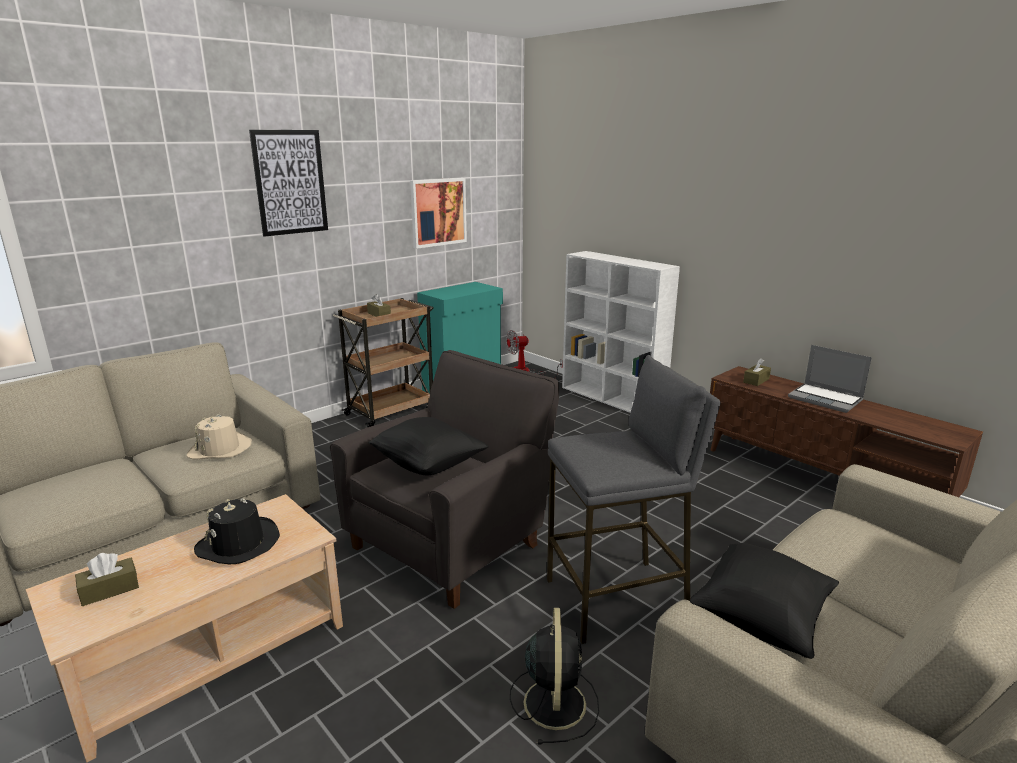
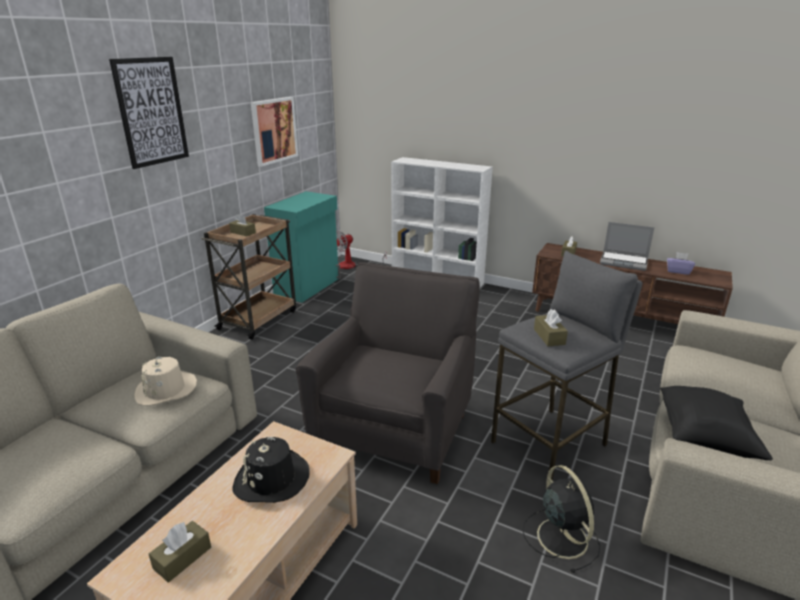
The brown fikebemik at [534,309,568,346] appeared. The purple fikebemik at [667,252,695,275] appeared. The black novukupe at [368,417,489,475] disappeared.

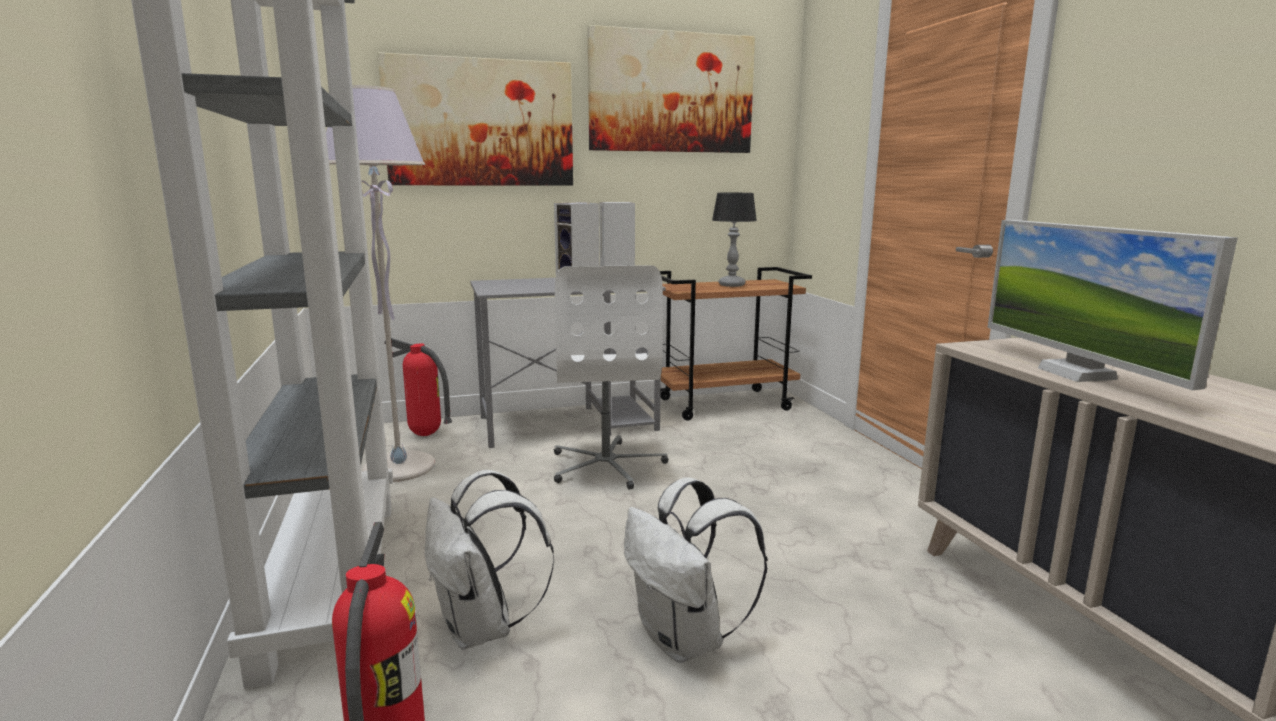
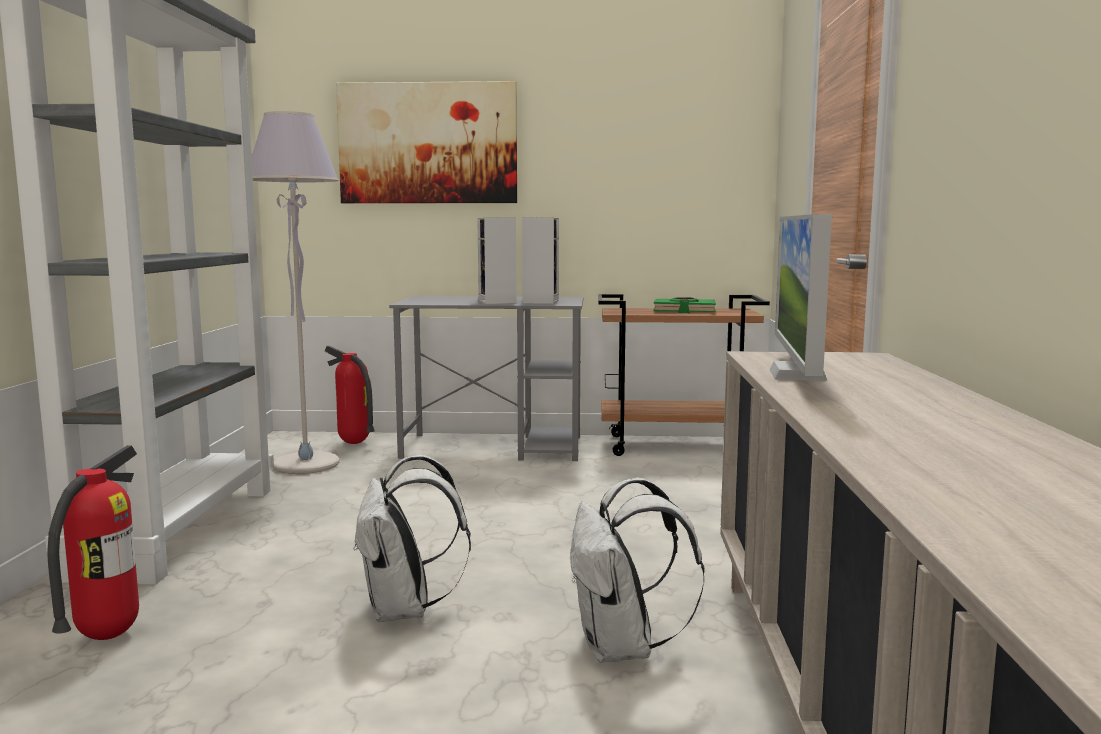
The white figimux moved from [425,470,554,650] to [570,478,704,663]. The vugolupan at [712,193,757,287] was replaced by the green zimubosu at [654,297,716,313]. The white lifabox at [554,265,668,490] disappeared. The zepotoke at [587,25,755,153] disappeared.

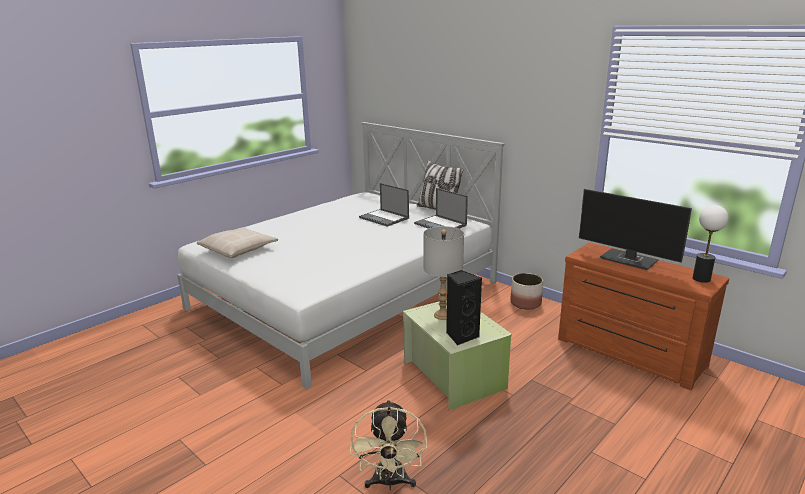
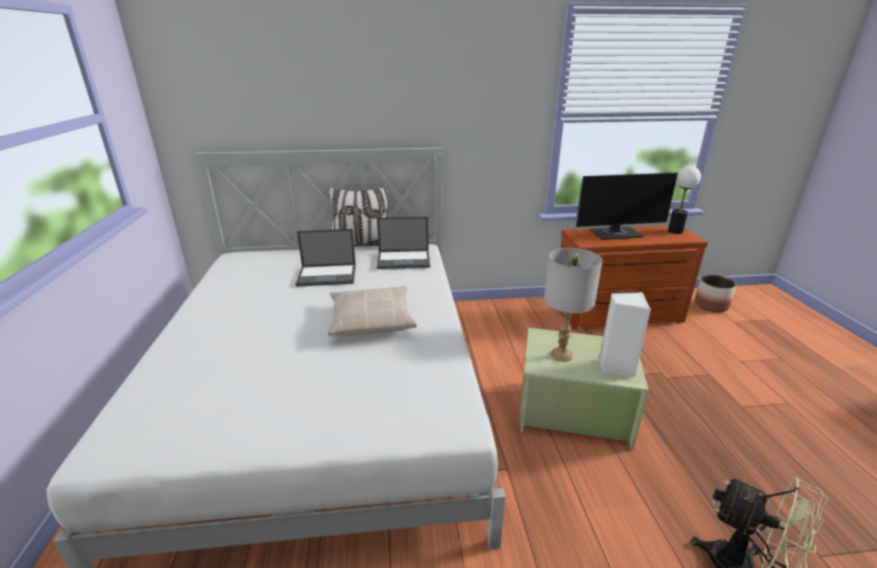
The beige novukupe moved from [197,227,278,258] to [328,286,417,336]. The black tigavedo at [446,270,482,345] became the white tigavedo at [599,292,651,378]. The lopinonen moved from [510,273,543,309] to [695,275,736,312].

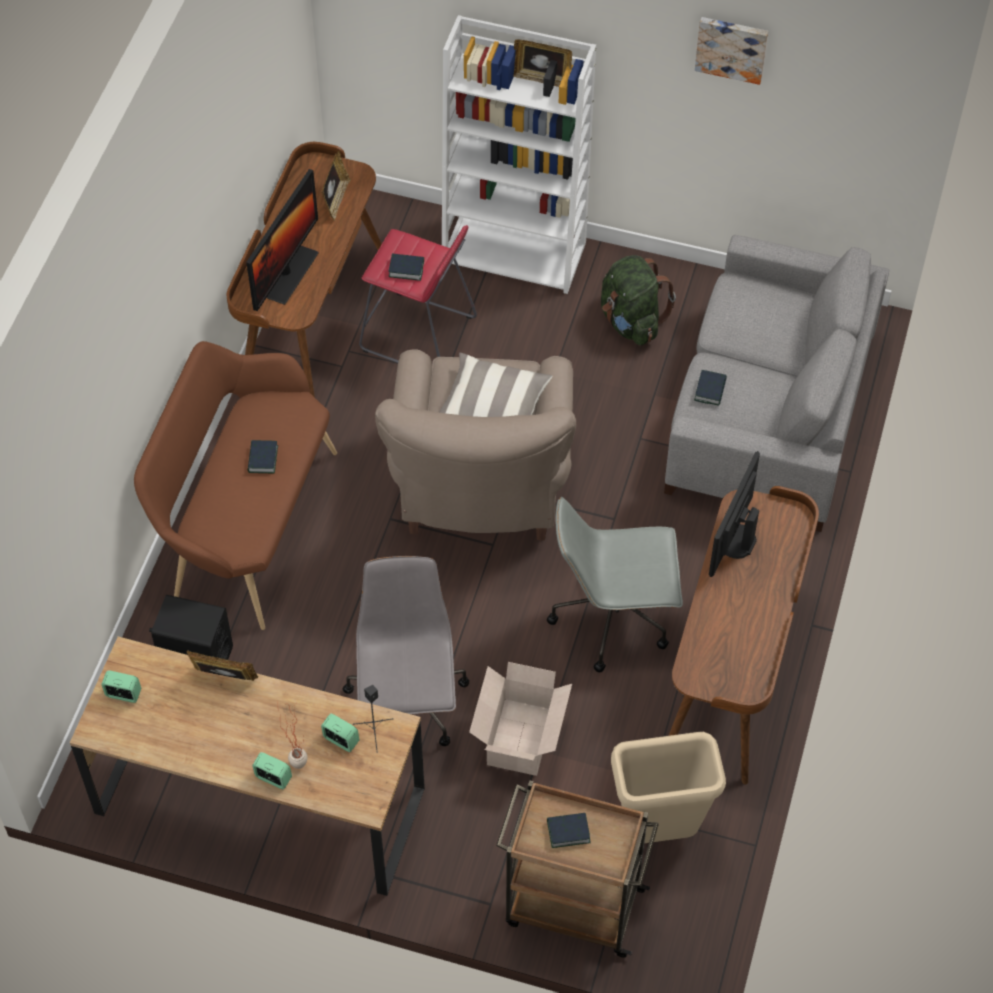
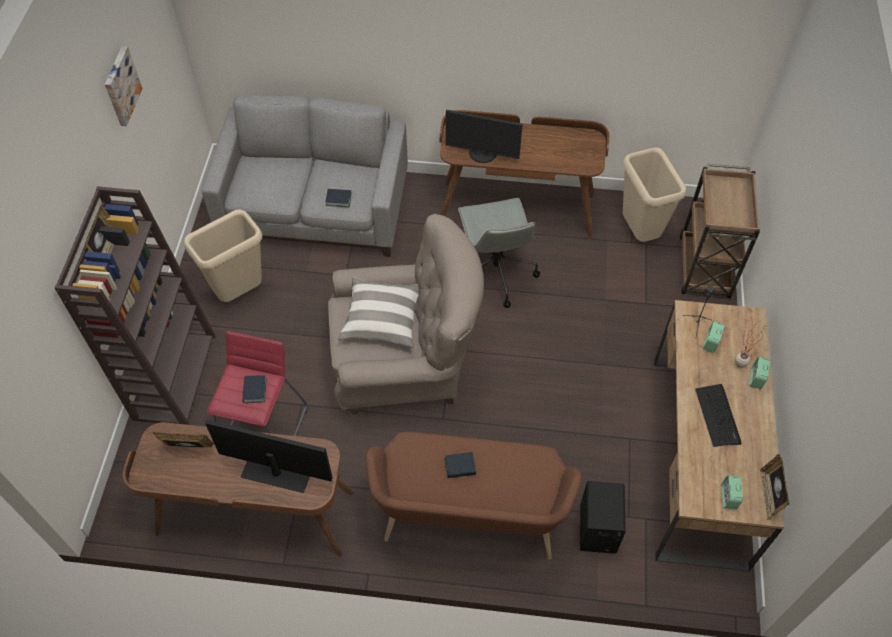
The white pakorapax at [442,15,596,294] became the brown pakorapax at [55,186,216,425]. The green figimux at [601,255,676,345] was replaced by the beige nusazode at [183,209,262,302]. The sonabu at [695,384,741,447] appeared. The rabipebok moved from [187,650,258,681] to [760,454,790,520]. The grey lifabox at [342,556,470,746] disappeared. The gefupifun at [469,662,572,776] disappeared. The zimubosu at [547,813,591,848] disappeared.

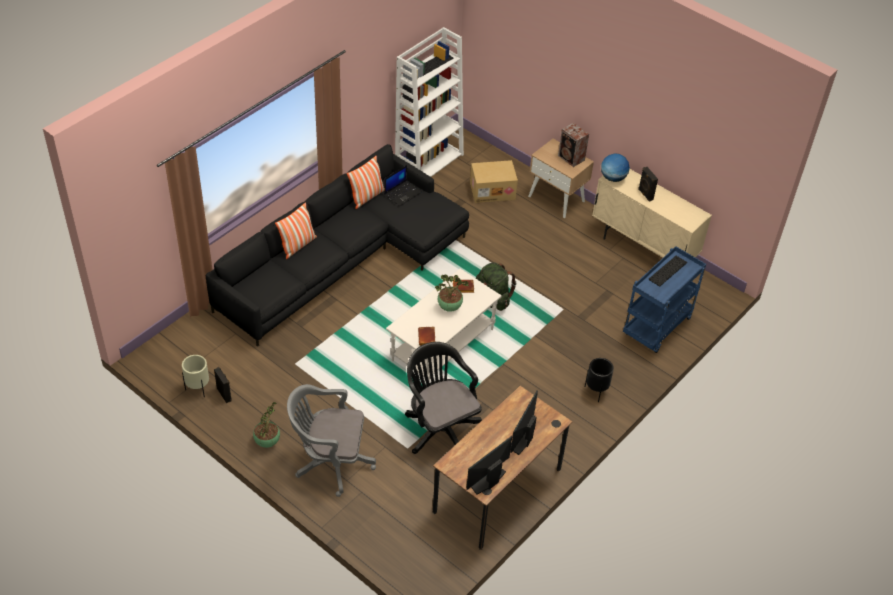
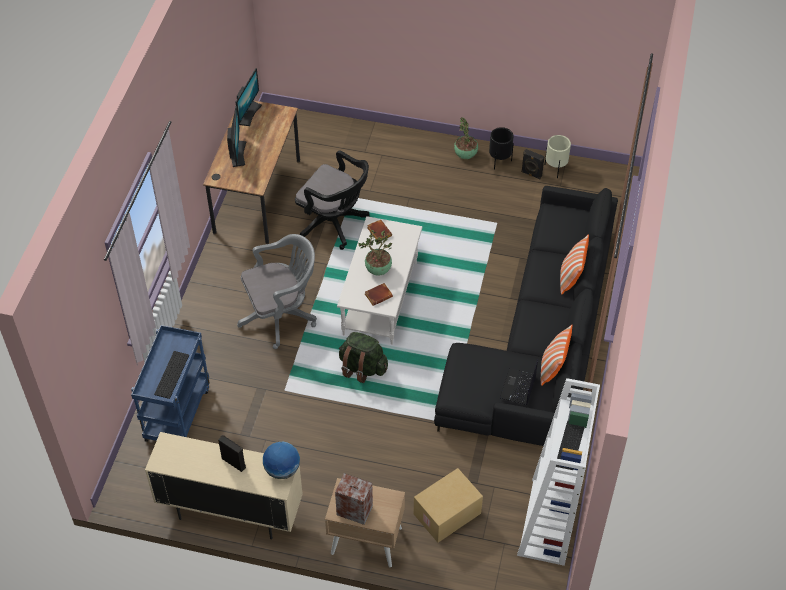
The grey lifabox moved from [287,384,376,497] to [237,234,317,349]. The black lopinonen moved from [585,358,614,402] to [489,127,514,170].

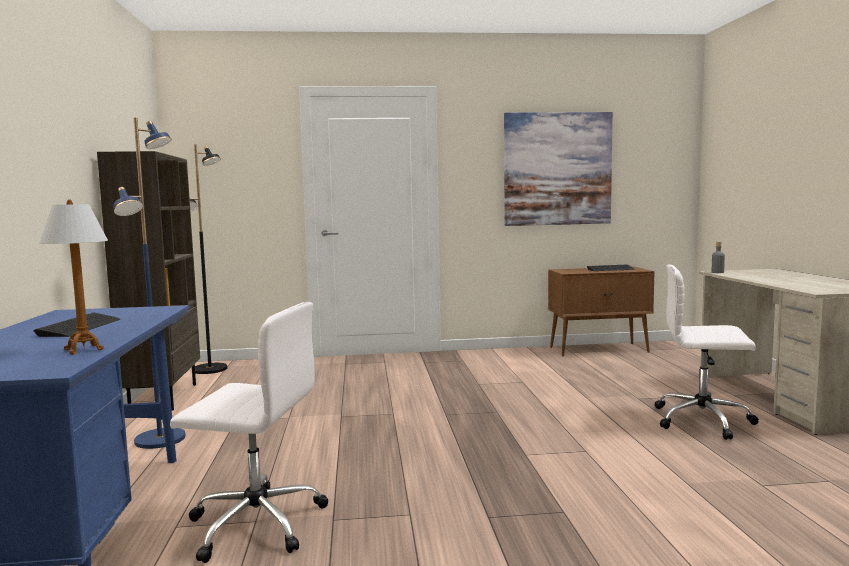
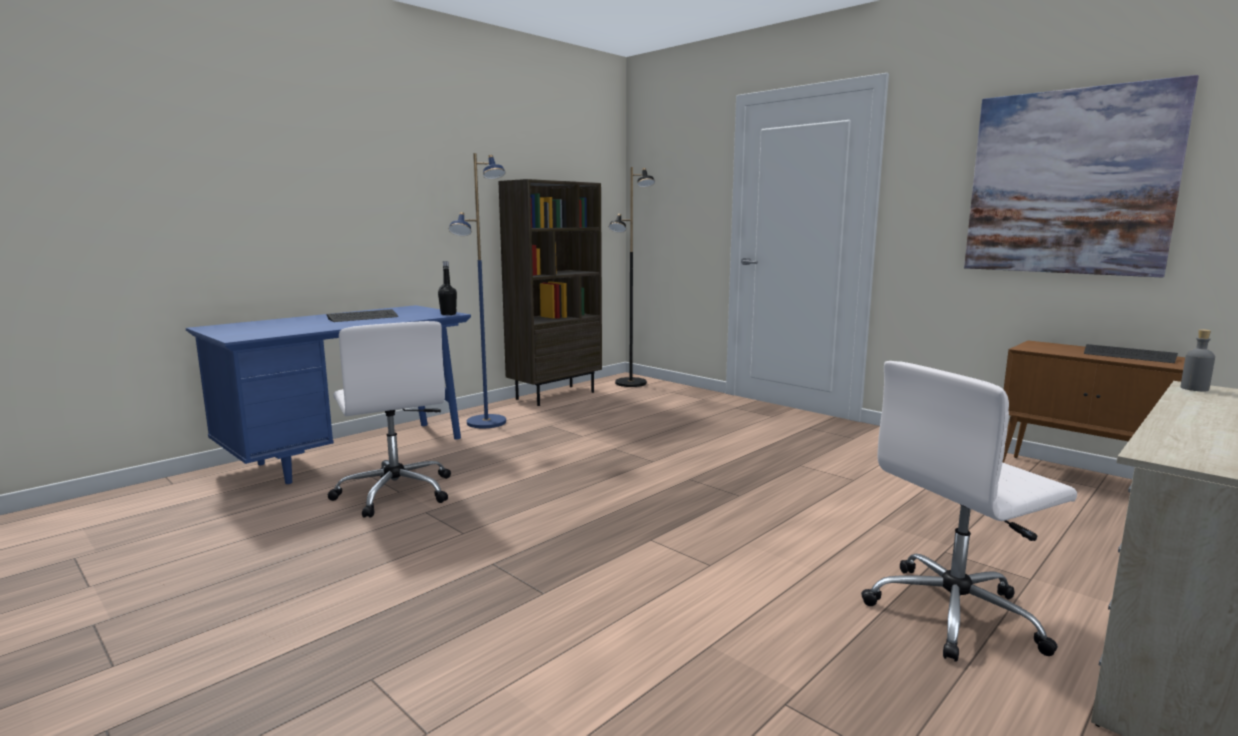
The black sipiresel at [438,261,457,315] appeared. The white lifabox at [655,264,759,440] turned 90 degrees counterclockwise. The vugolupan at [39,199,108,355] disappeared.

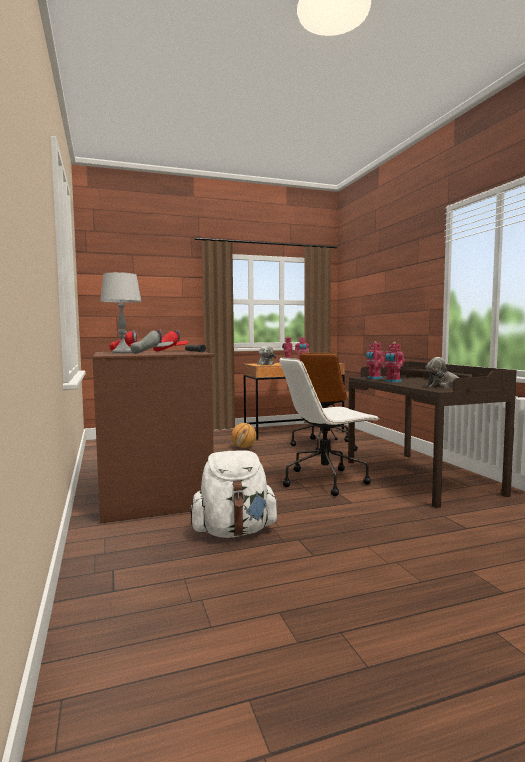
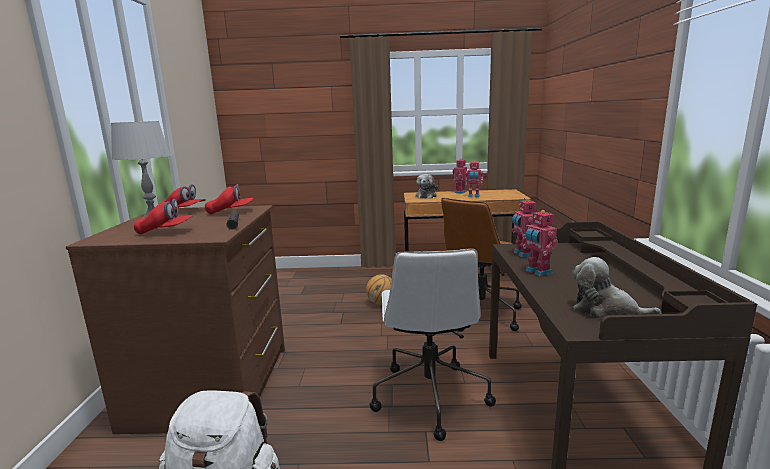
The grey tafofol at [131,329,173,354] became the red tafofol at [134,199,193,235]. The white lifabox at [280,357,380,496] turned 90 degrees counterclockwise.

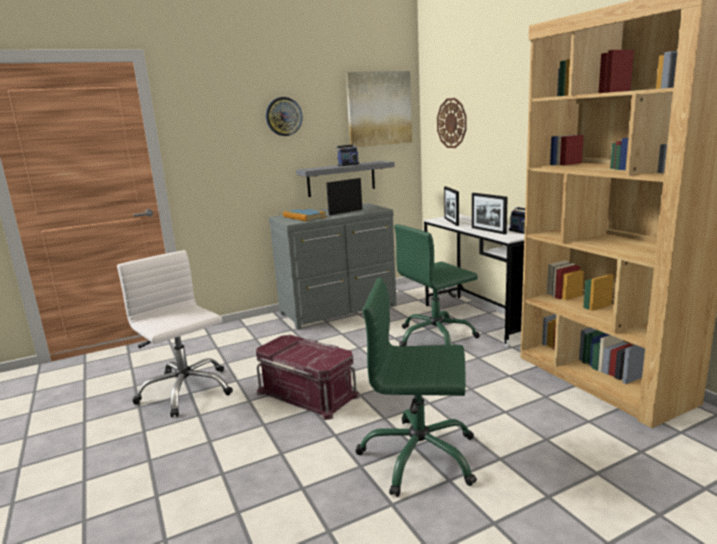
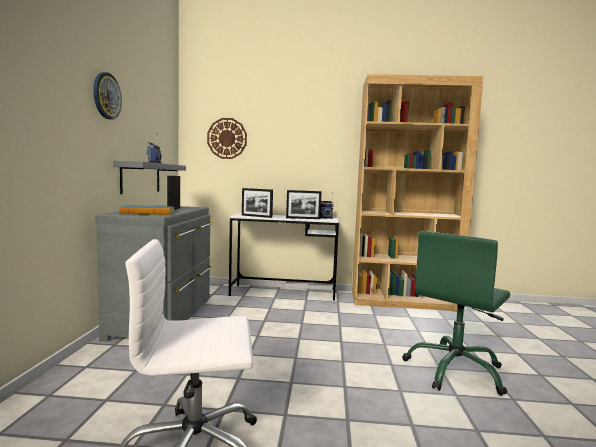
The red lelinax at [256,335,360,420] disappeared. The zepotoke at [346,71,412,147] disappeared. The green lifabox at [394,224,480,346] disappeared.

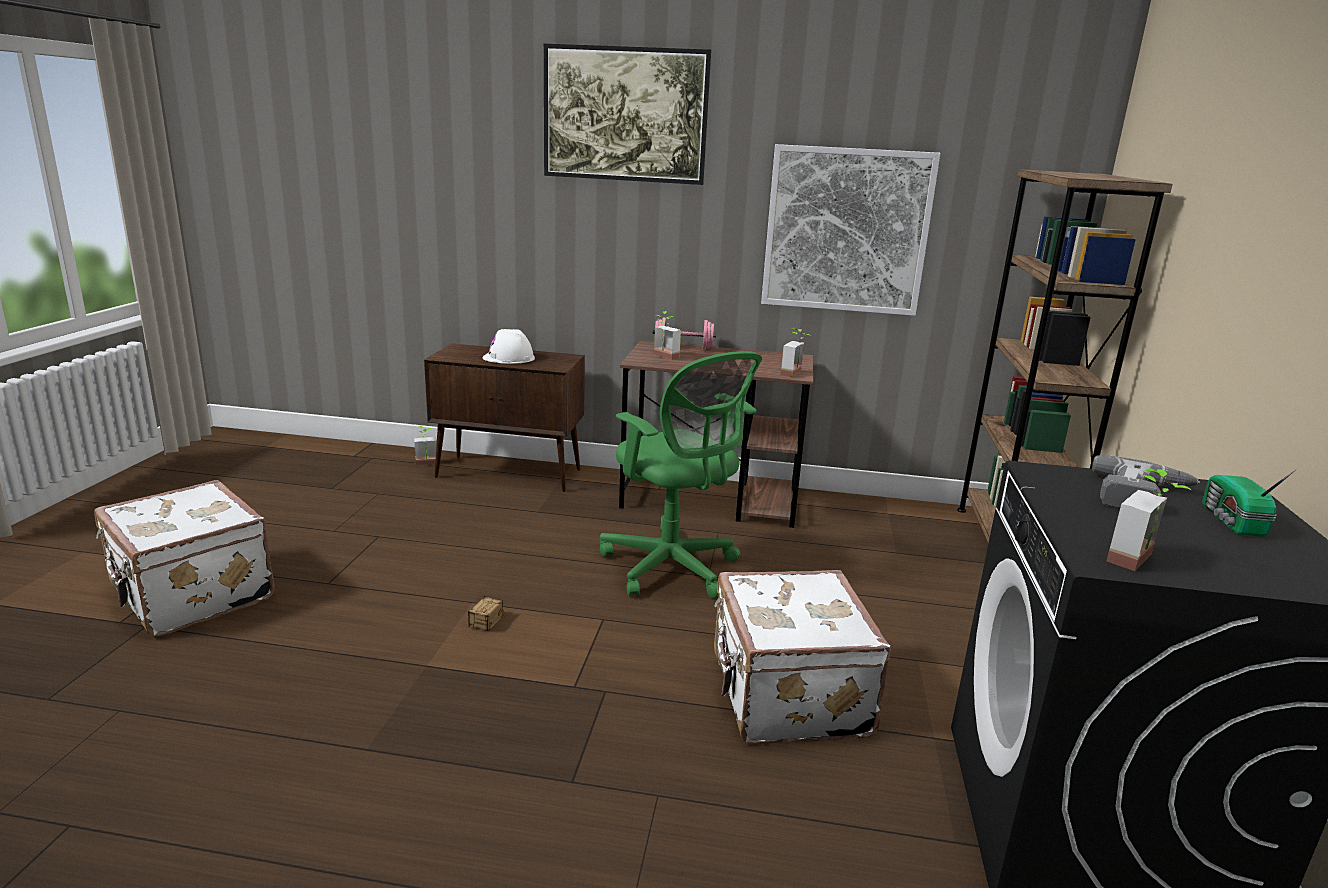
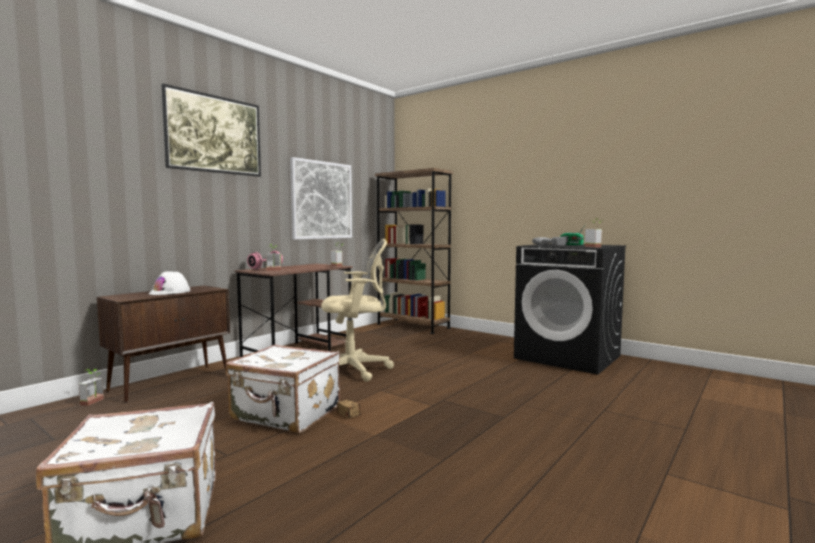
The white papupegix moved from [714,570,891,744] to [225,344,340,433]. The green lifabox at [600,351,762,599] became the beige lifabox at [321,239,394,382].

